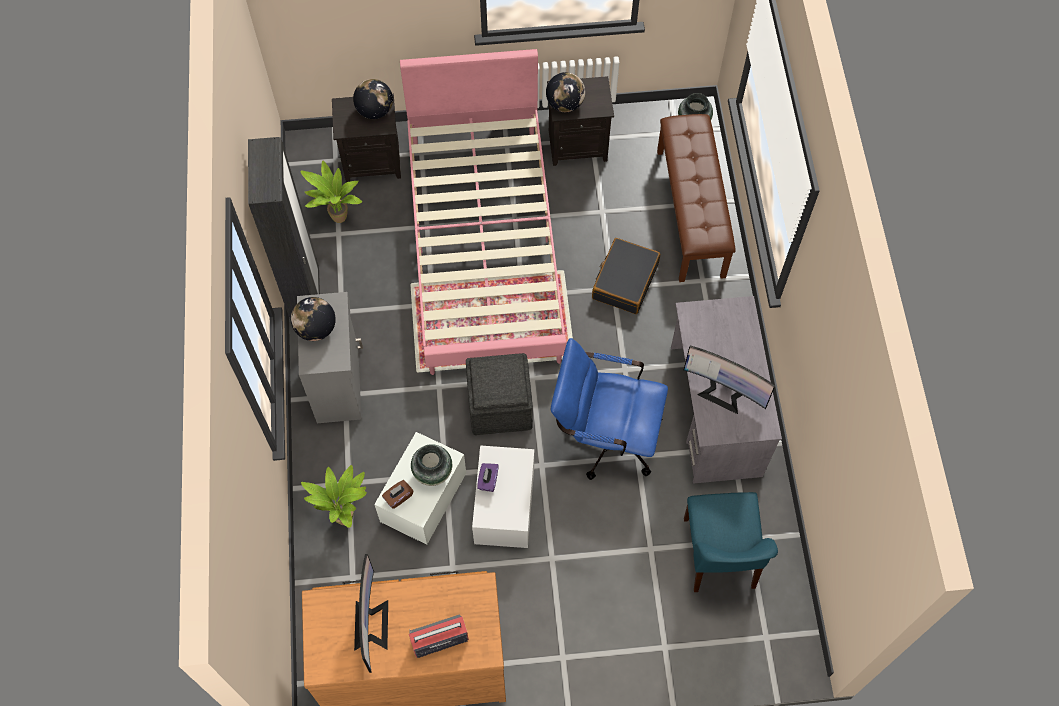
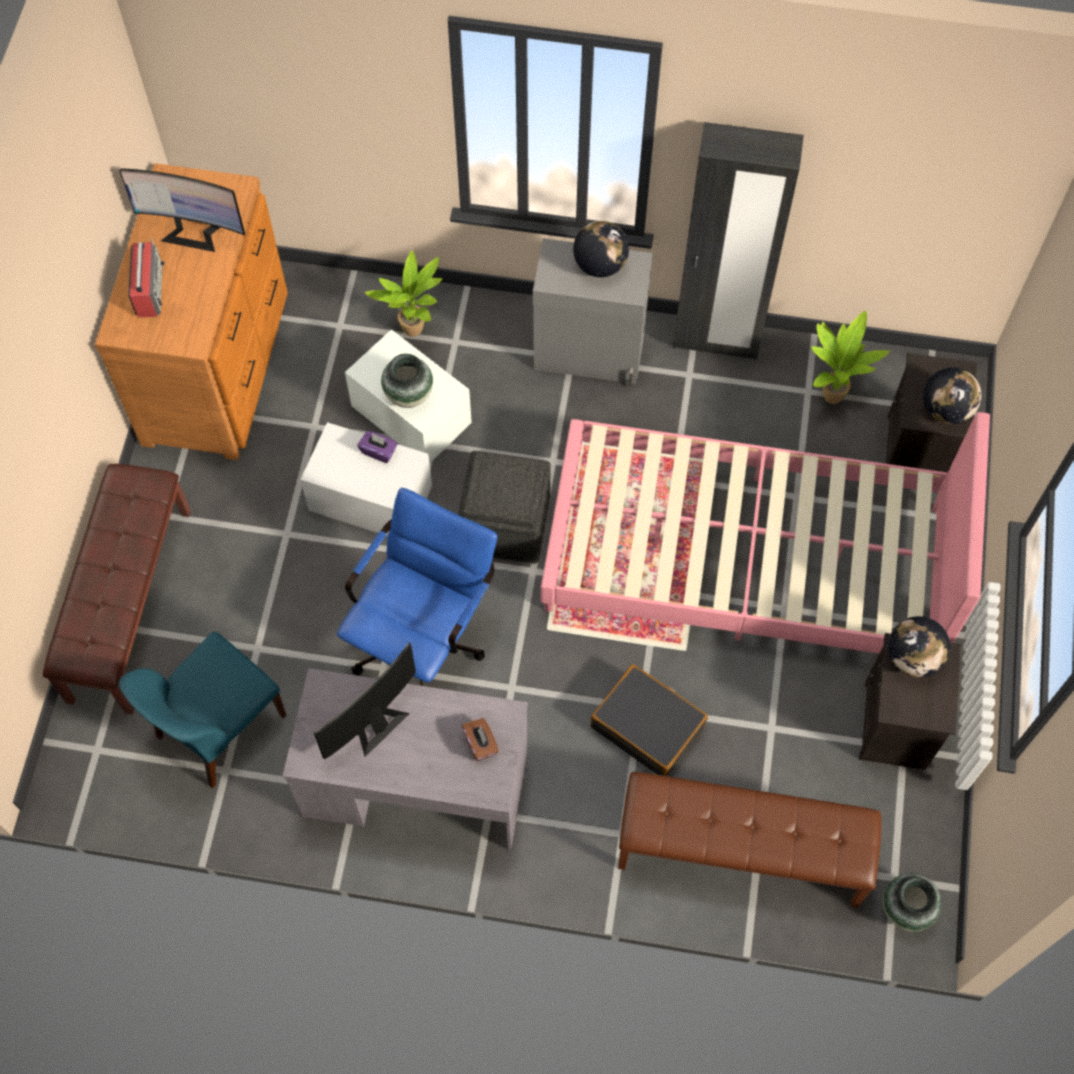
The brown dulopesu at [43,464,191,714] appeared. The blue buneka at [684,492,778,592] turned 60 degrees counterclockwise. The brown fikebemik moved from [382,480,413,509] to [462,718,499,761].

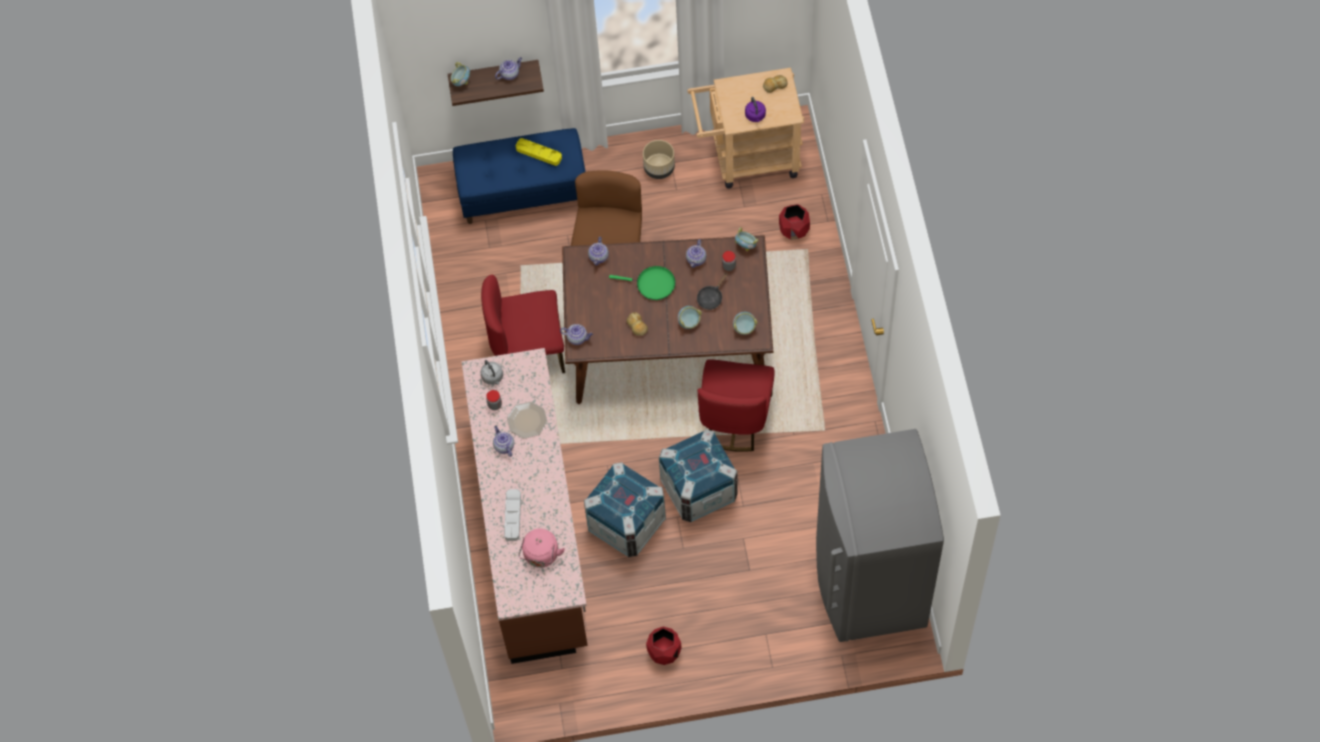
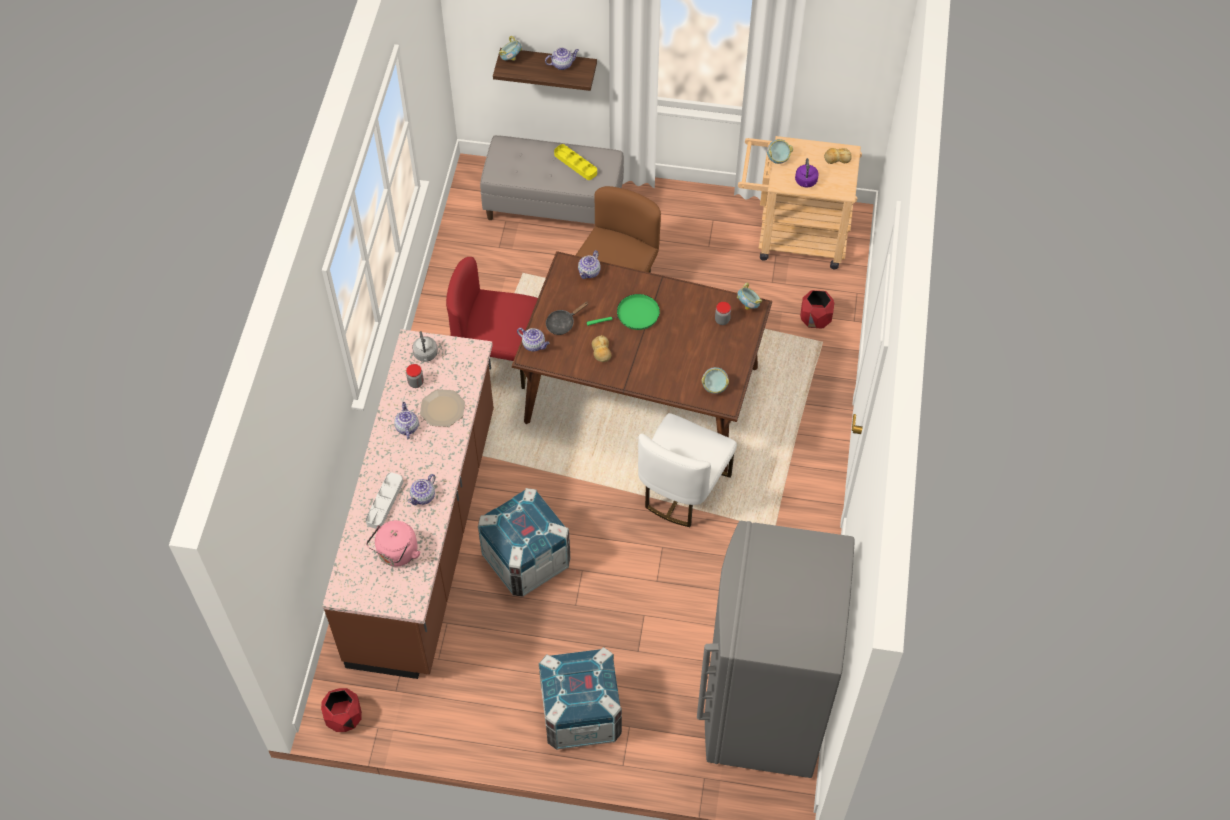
The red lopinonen moved from [646,627,682,665] to [321,688,362,732]. The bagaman moved from [686,239,706,268] to [408,474,436,505]. The blue dulopesu at [453,128,585,224] became the grey dulopesu at [480,135,624,224]. The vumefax moved from [659,429,738,523] to [539,647,622,750]. The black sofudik moved from [697,272,728,310] to [546,302,588,335]. The green sofudik at [609,266,676,300] turned 45 degrees counterclockwise. The red buneka at [697,359,775,452] became the white buneka at [638,413,737,527]. The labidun moved from [678,306,702,329] to [767,139,793,164]. The beige lopinonen at [643,140,675,179] disappeared.

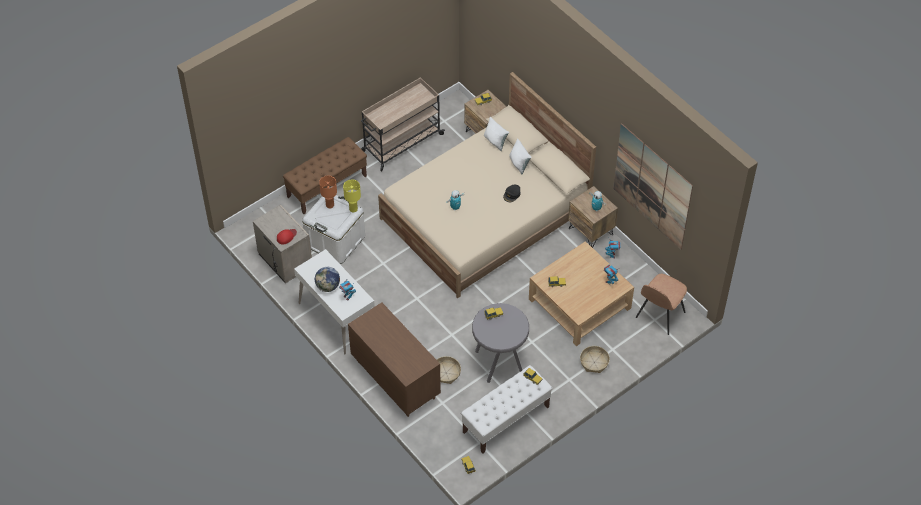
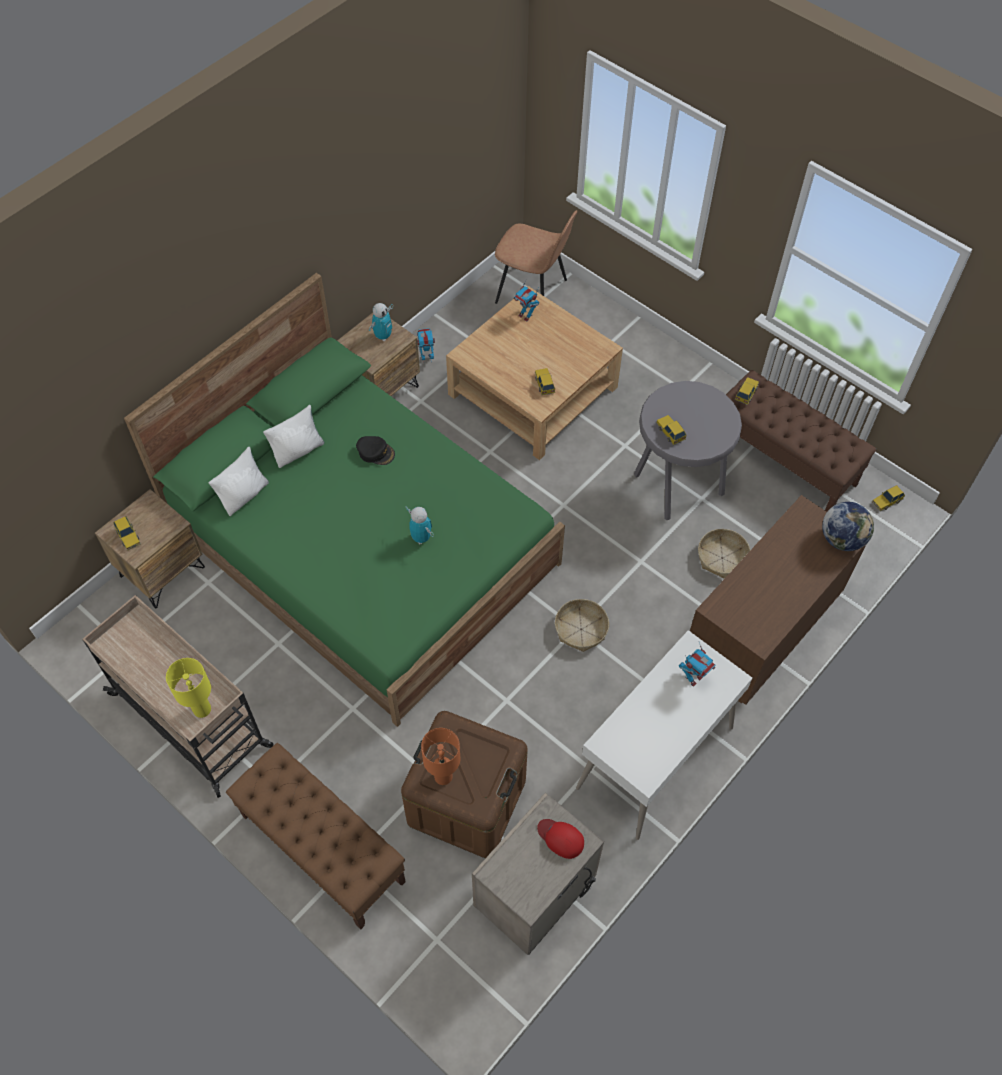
The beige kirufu at [378,72,596,298] became the green kirufu at [124,273,565,727]. The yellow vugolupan moved from [343,180,361,212] to [166,658,211,718]. The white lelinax at [302,195,365,264] became the brown lelinax at [401,711,528,858]. The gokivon moved from [580,346,610,373] to [555,599,609,652]. The white dulopesu at [461,365,553,454] became the brown dulopesu at [726,370,877,512]. The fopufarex moved from [315,267,340,292] to [822,502,874,551]. The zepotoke at [613,123,693,250] disappeared.

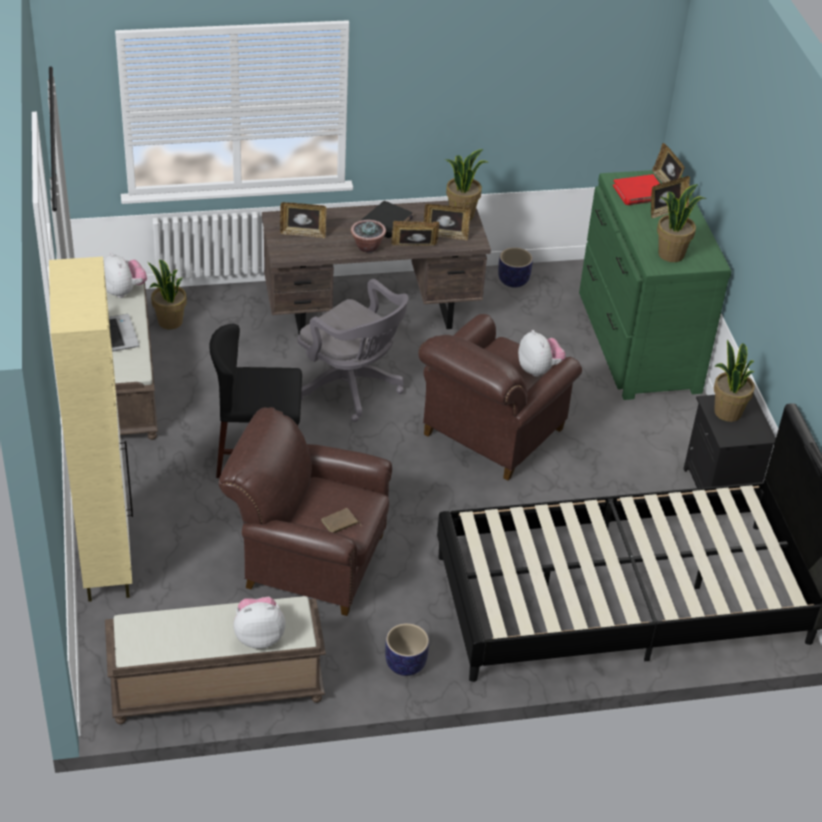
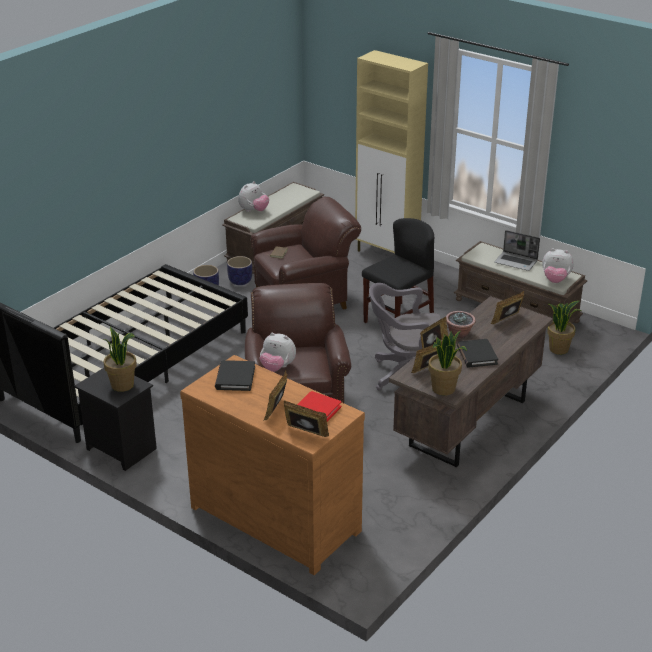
The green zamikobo at [579,170,732,400] became the brown zamikobo at [180,355,365,575]. The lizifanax at [657,184,707,262] was replaced by the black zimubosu at [215,360,255,391]. The lopinonen moved from [498,247,533,288] to [227,256,252,285].

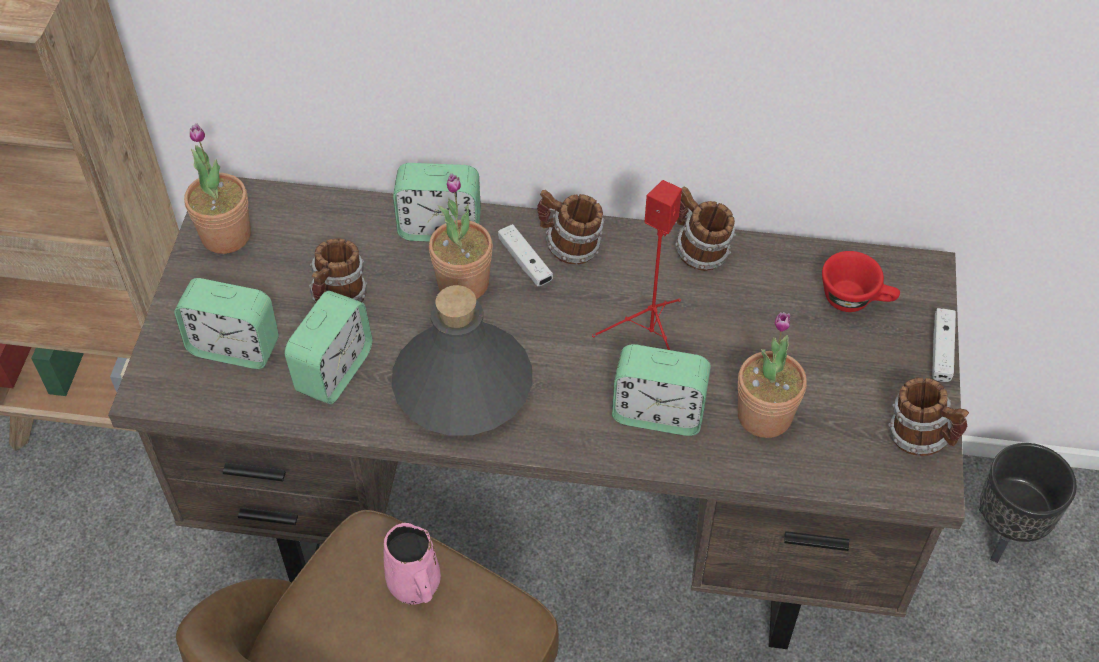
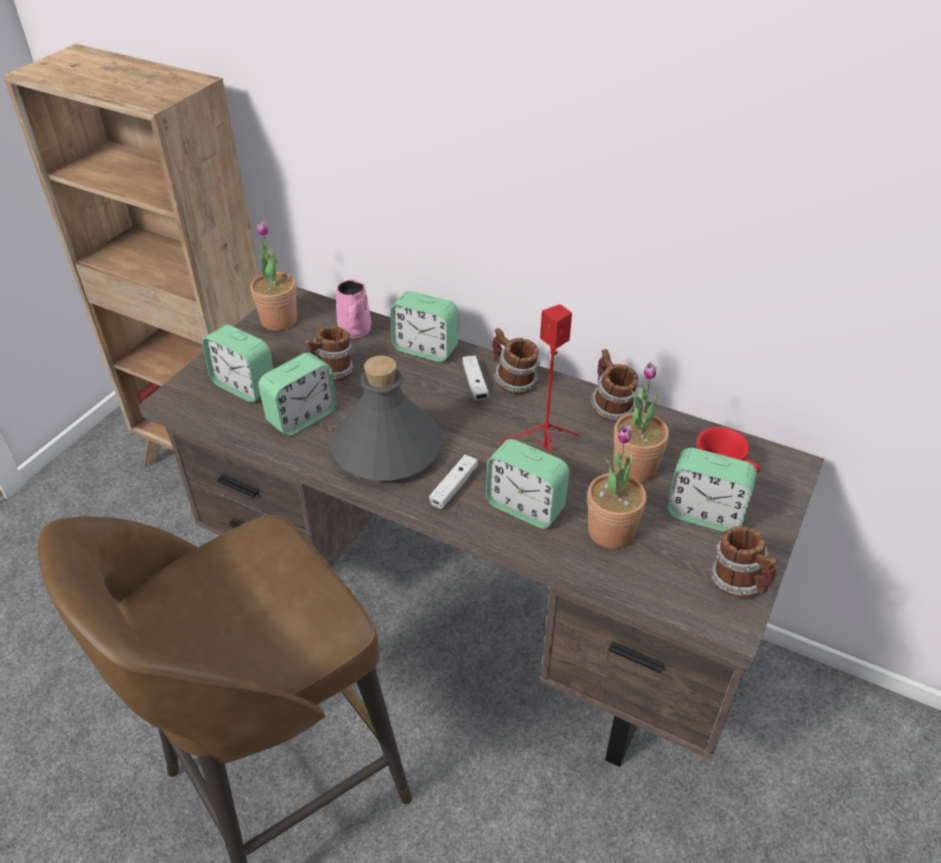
The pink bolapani moved from [384,523,441,605] to [336,279,371,339]. The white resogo moved from [932,308,956,382] to [429,455,478,509]. The lizifanax moved from [429,173,493,299] to [613,362,669,483]. The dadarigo at [666,448,757,532] appeared. The black lopinonen at [979,443,1077,563] disappeared.

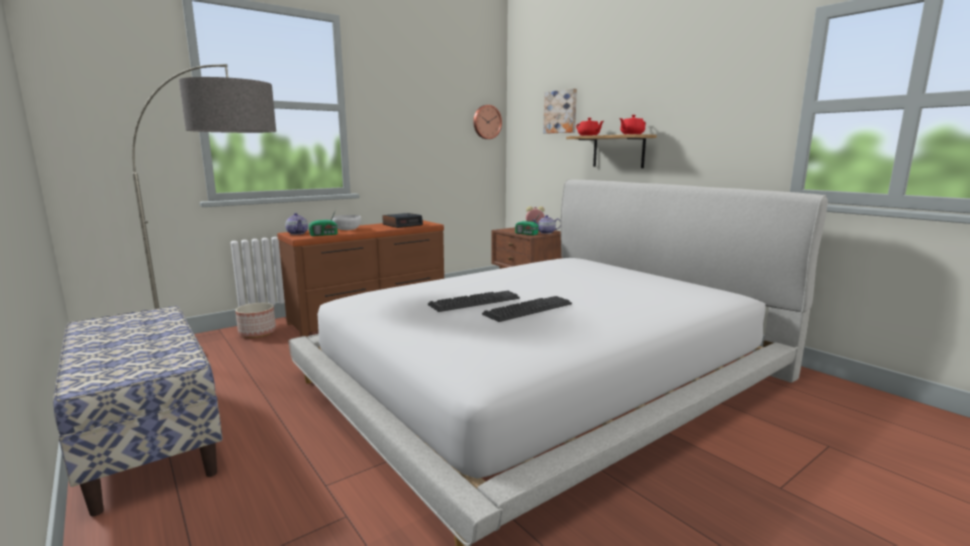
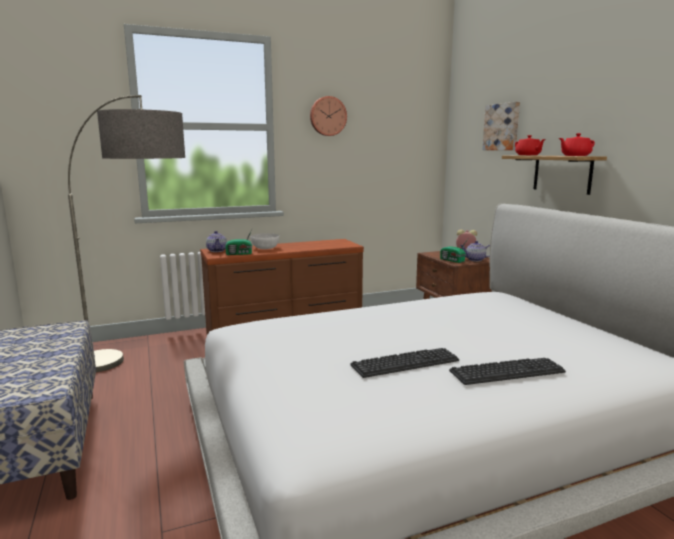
The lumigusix moved from [473,105,502,139] to [310,96,347,136]. The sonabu moved from [428,291,520,312] to [449,358,566,385]. The lopinonen at [235,303,276,338] disappeared. The dadarigo at [382,213,423,228] disappeared.

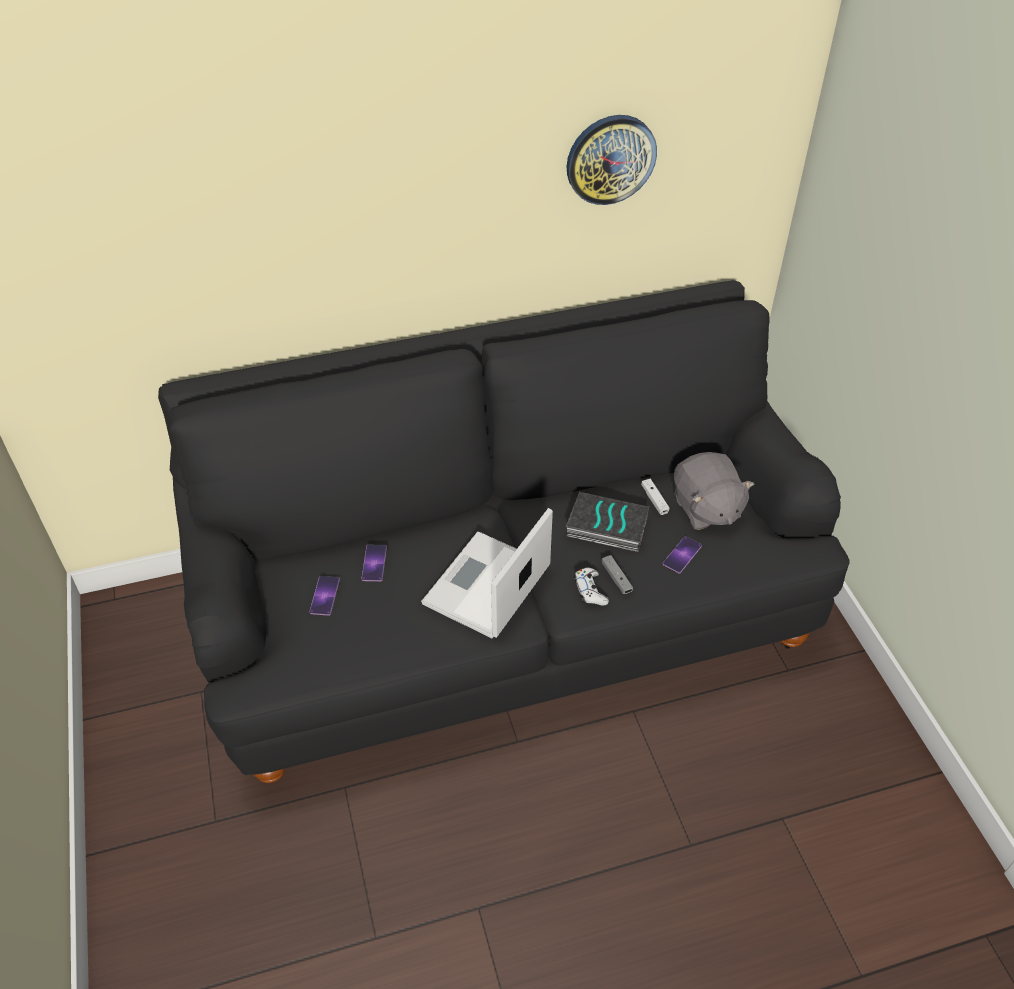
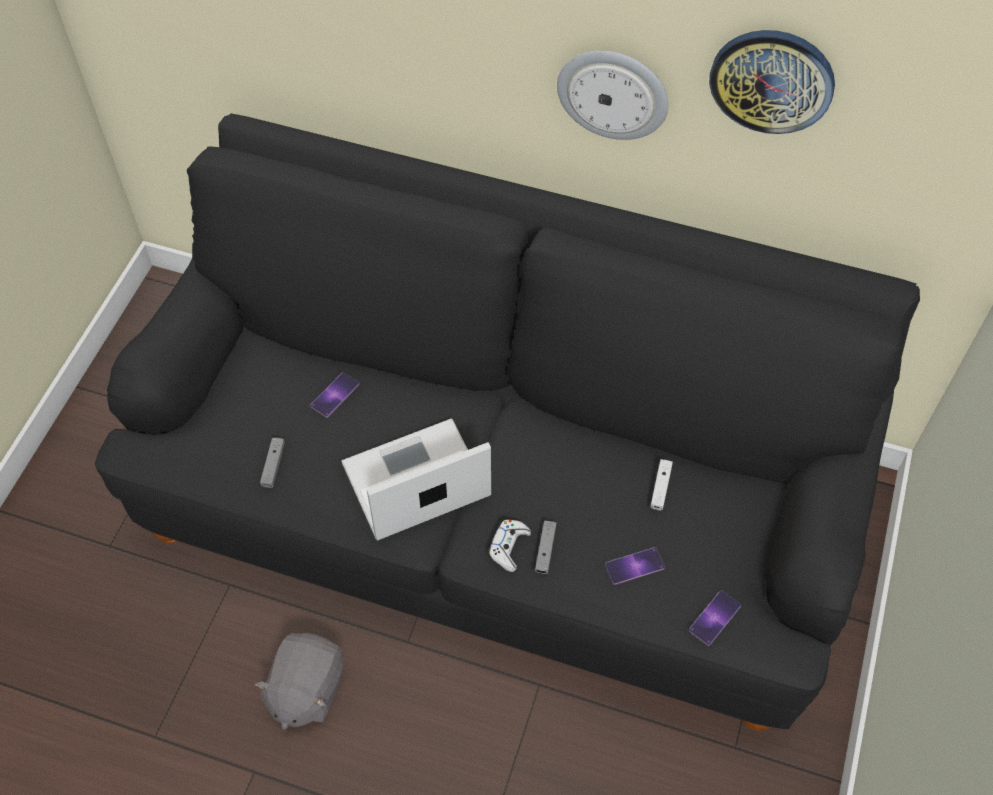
The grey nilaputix moved from [674,452,754,530] to [254,633,344,730]. The grey resogo at [260,438,285,488] appeared. The lumigusix at [557,51,668,140] appeared. The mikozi moved from [310,576,340,616] to [689,591,741,646]. The zimubosu at [565,492,649,552] disappeared.

